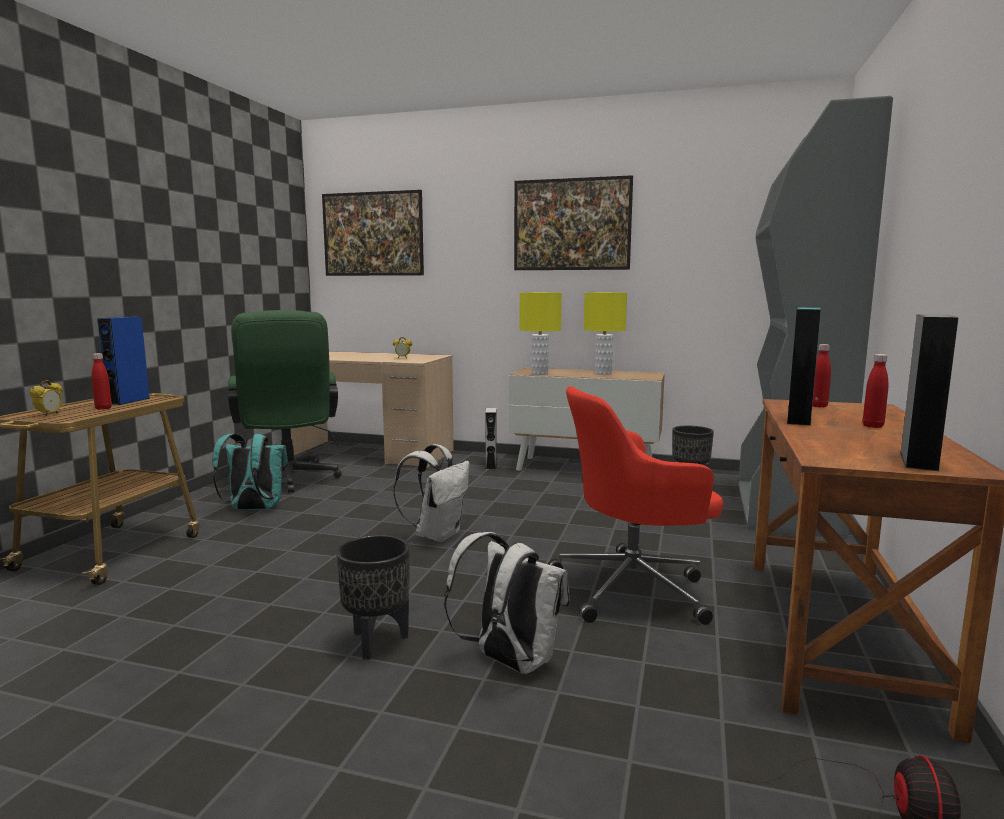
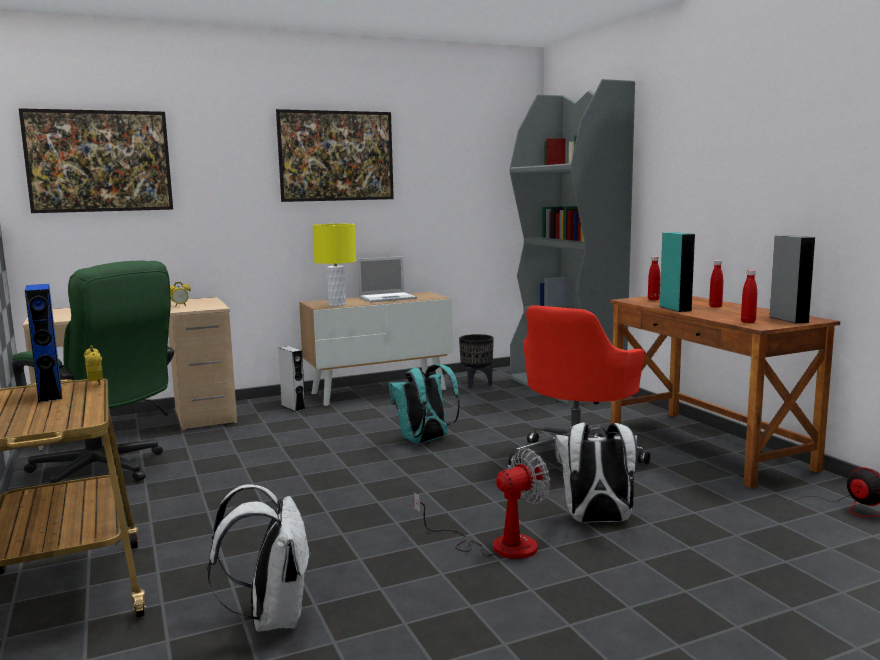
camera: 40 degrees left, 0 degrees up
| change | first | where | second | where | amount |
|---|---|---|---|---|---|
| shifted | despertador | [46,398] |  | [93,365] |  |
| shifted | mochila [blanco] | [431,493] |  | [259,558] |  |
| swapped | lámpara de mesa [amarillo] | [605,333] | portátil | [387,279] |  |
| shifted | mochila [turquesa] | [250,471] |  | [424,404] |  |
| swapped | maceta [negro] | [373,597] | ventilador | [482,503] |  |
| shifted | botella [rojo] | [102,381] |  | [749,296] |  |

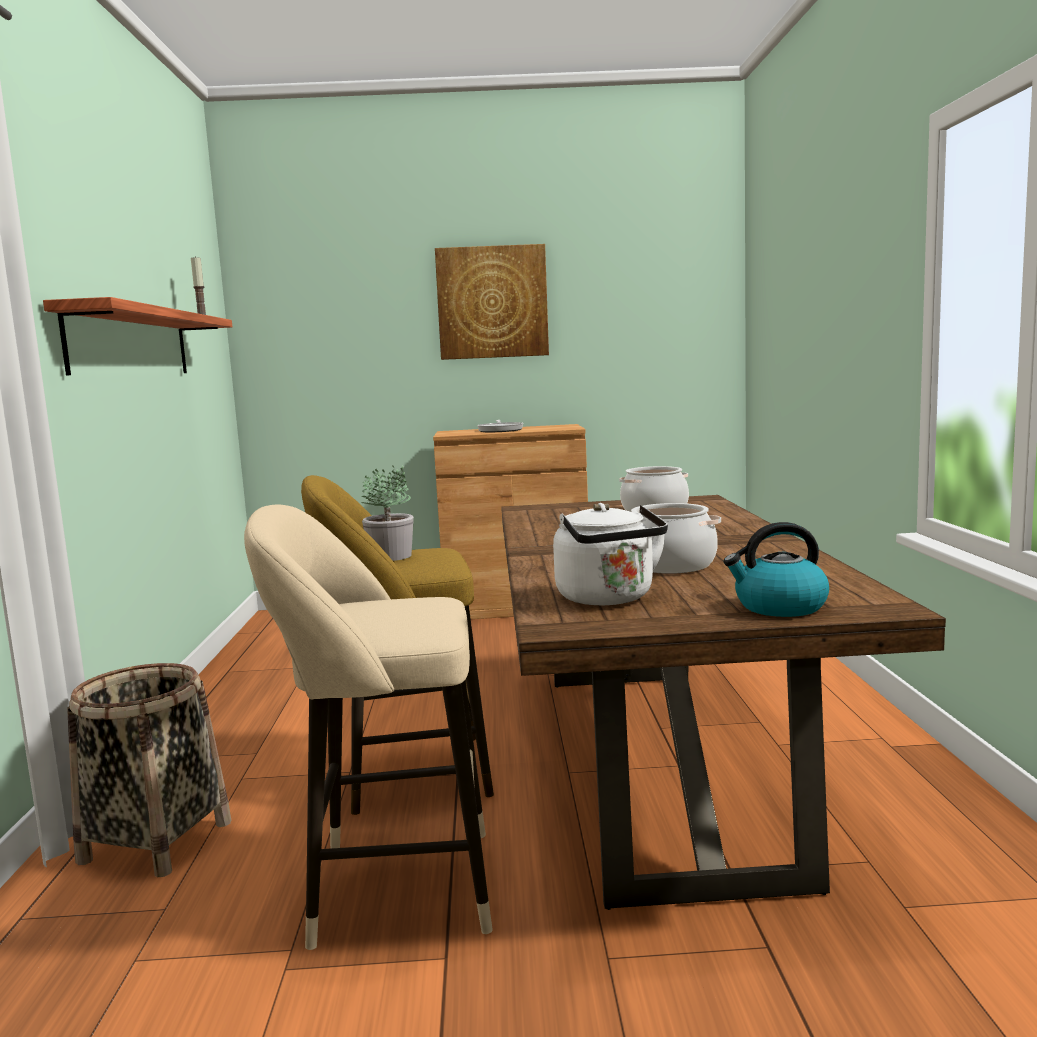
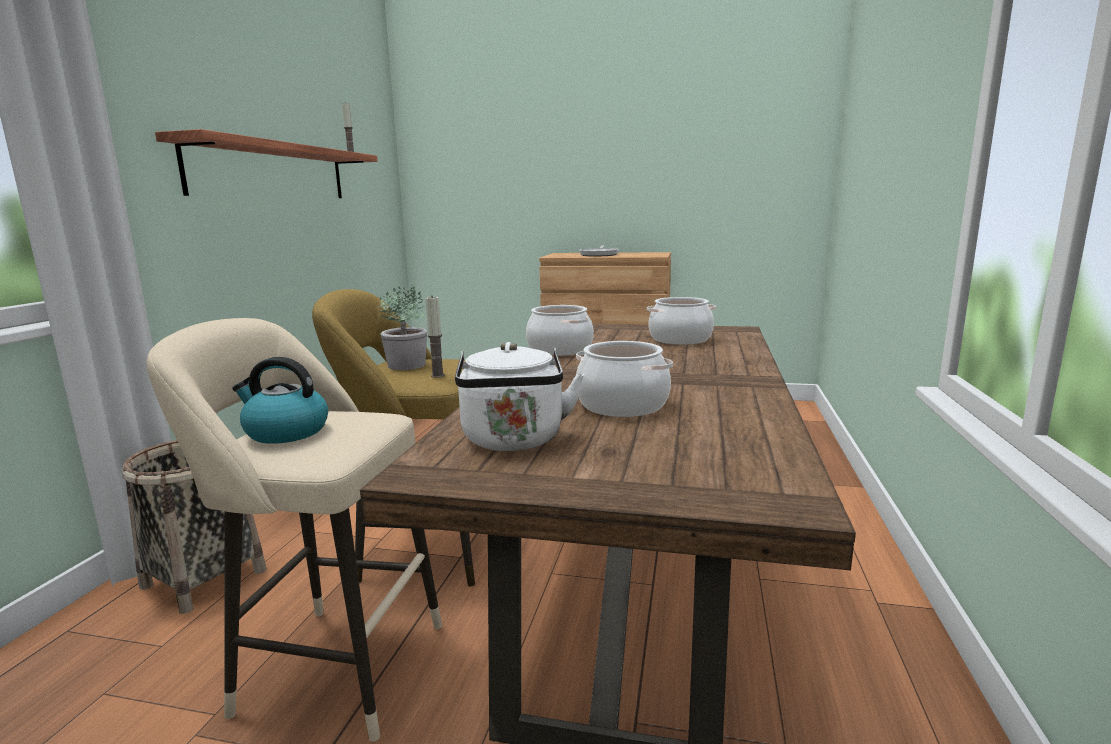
camera: 15 degrees right, 5 degrees up
| change | first | where | second | where | amount |
|---|---|---|---|---|---|
| shifted | hervidor | [776,569] |  | [280,400] |  |
| new |  |  | vela | [435,337] |  |
| new |  |  | olla | [560,330] |  |
| gone | cuadro | [492,302] |  |  |  |

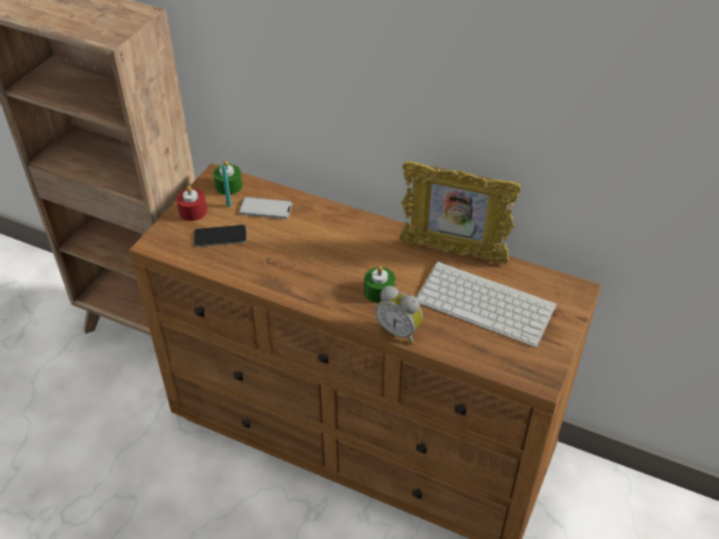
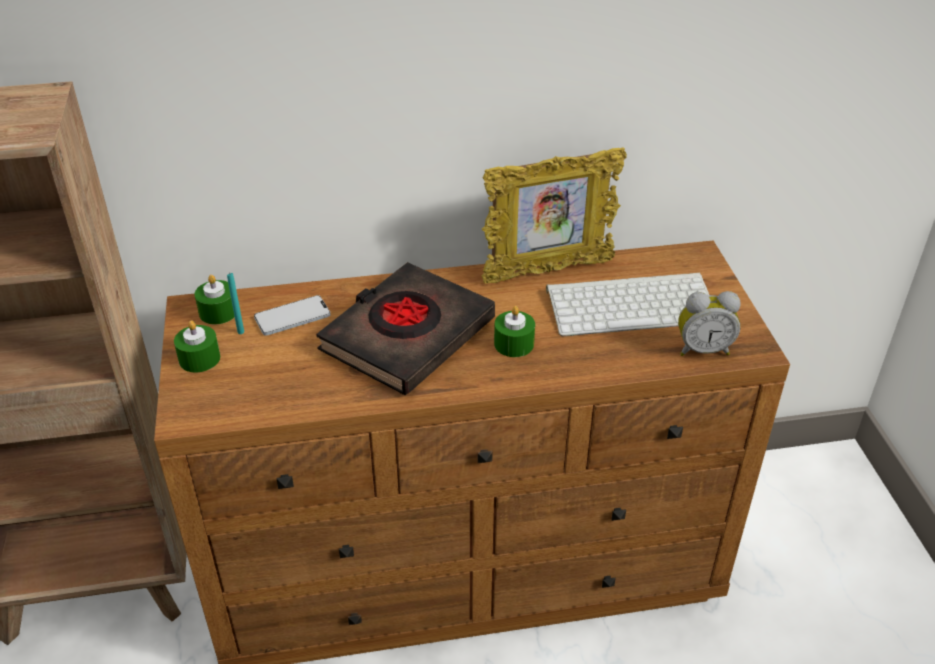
camera: 35 degrees left, 5 degrees down
| change | first | where | second | where | amount |
|---|---|---|---|---|---|
| repainted | vela [rojo] | [191,203] | vela [verde] | [197,346] |  |
| new |  |  | libro [negro] | [405,328] |  |
| shifted | despertador | [399,315] |  | [709,323] |  |
| gone | móvil | [220,236] |  |  |  |

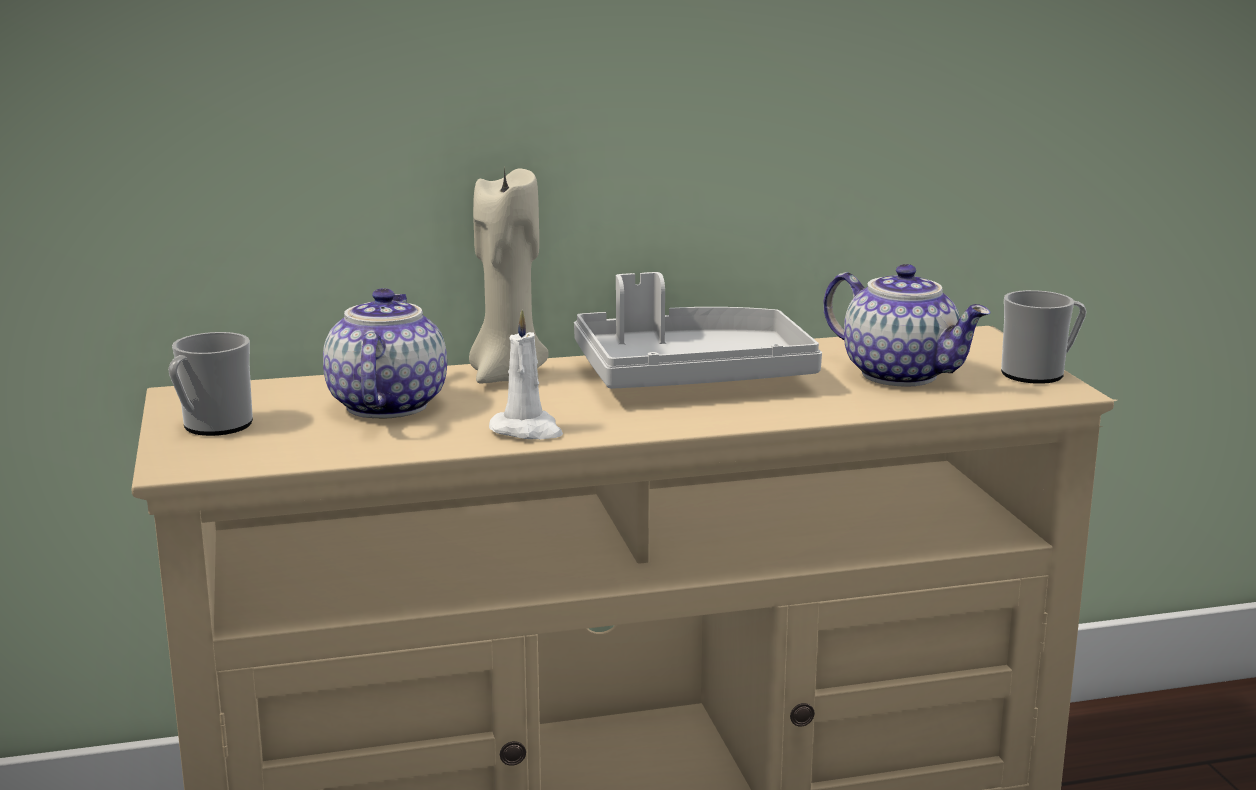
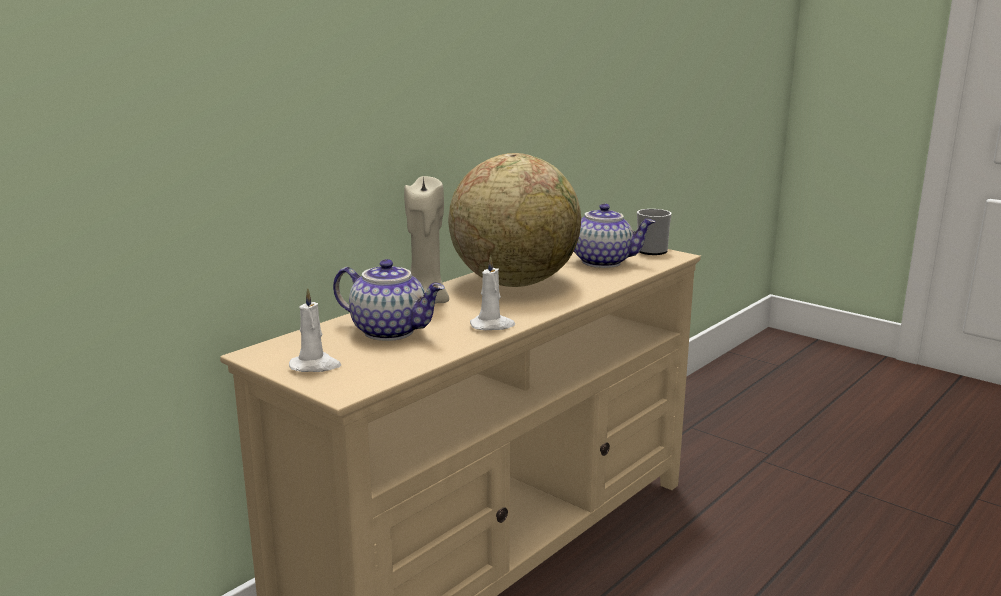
camera: 35 degrees left, 0 degrees up
| change | first | where | second | where | amount |
|---|---|---|---|---|---|
| swapped | taza grande | [210,384] | vela [blanco] | [315,330] |  |
| rotated | tetera | [385,353] |  | [388,300] | 150 degrees clockwise |
| swapped | bandeja [gris] | [698,330] | globo terráqueo | [514,220] |  |

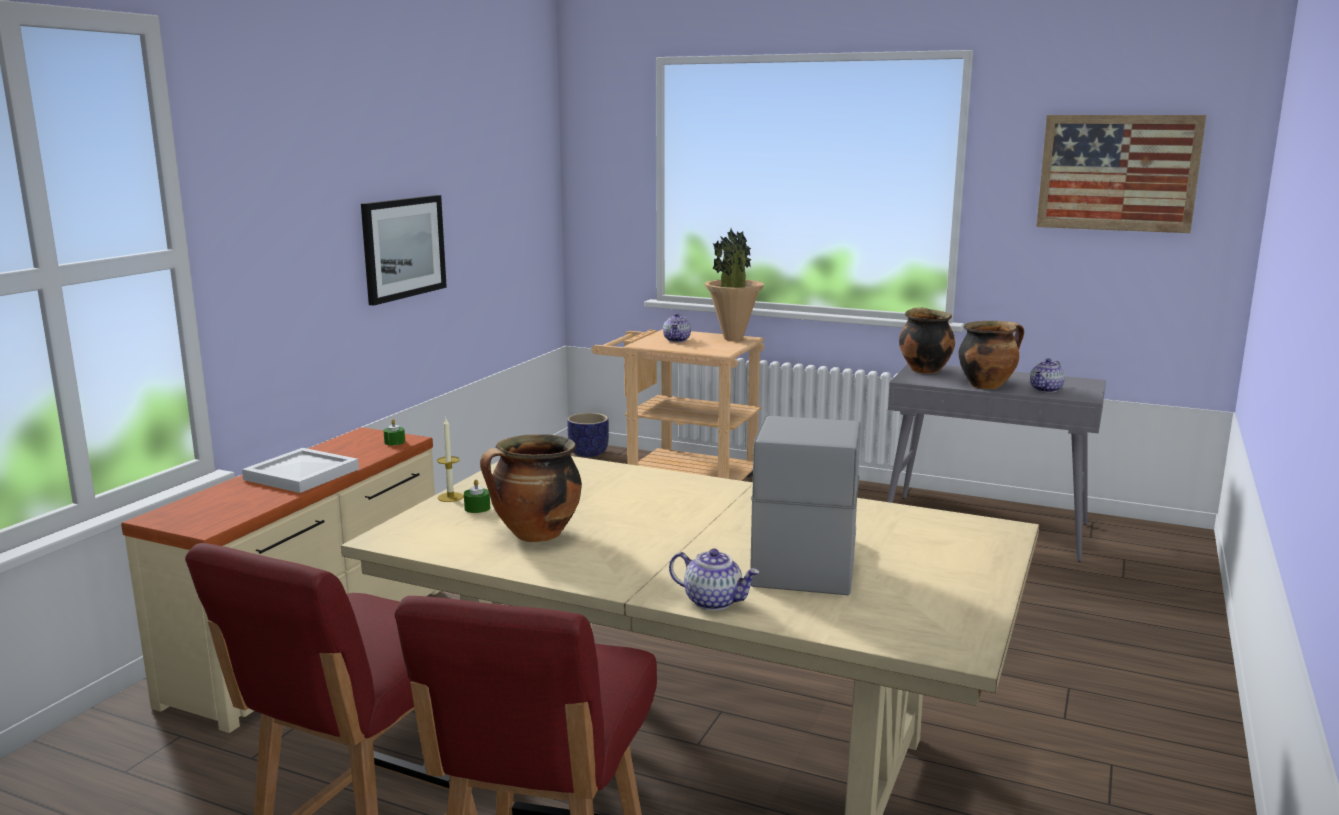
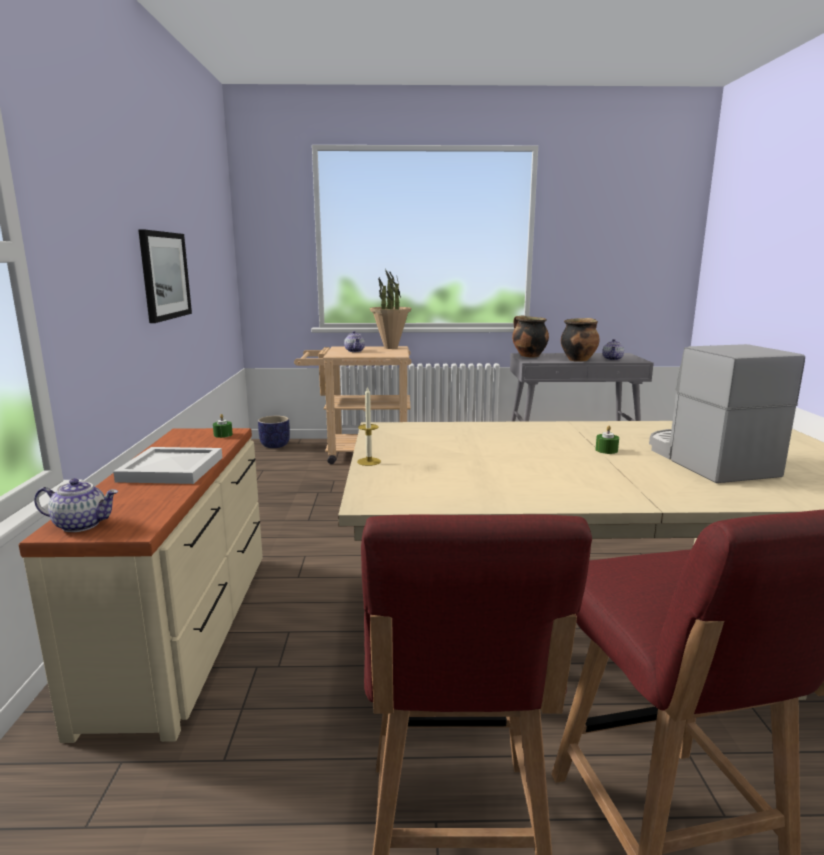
camera: 25 degrees left, 0 degrees up
| change | first | where | second | where | amount |
|---|---|---|---|---|---|
| shifted | tetera | [714,580] |  | [76,505] |  |
| shifted | vela [verde] | [477,496] |  | [607,440] |  |
| gone | olla | [531,488] |  |  |  |
| gone | cuadro | [1121,174] |  |  |  |

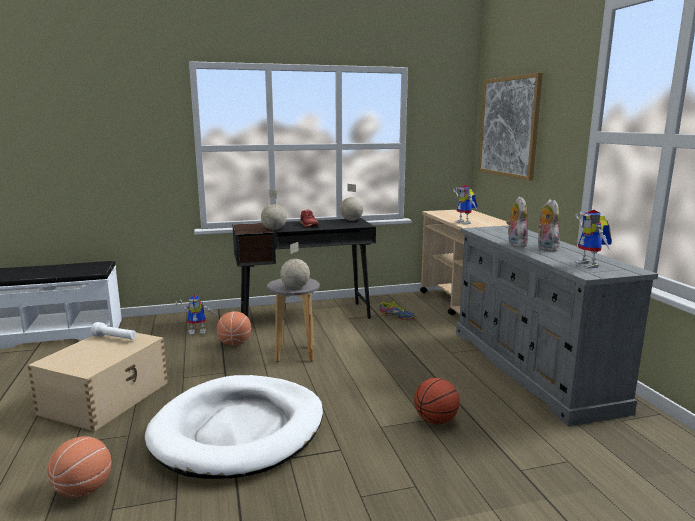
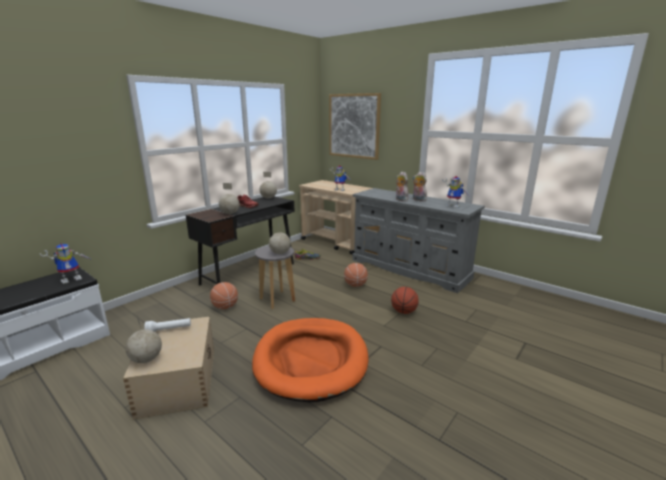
camera: 35 degrees left, 5 degrees up
| change | first | where | second | where | amount |
|---|---|---|---|---|---|
| shifted | robot de juguete | [196,315] |  | [66,264] |  |
| new |  |  | globo terráqueo | [143,339] |  |
| repainted | cama para perro [blanco] | [234,427] | cama para perro [naranja] | [310,360] |  |
| shifted | balón de baloncesto | [79,467] |  | [356,275] |  |

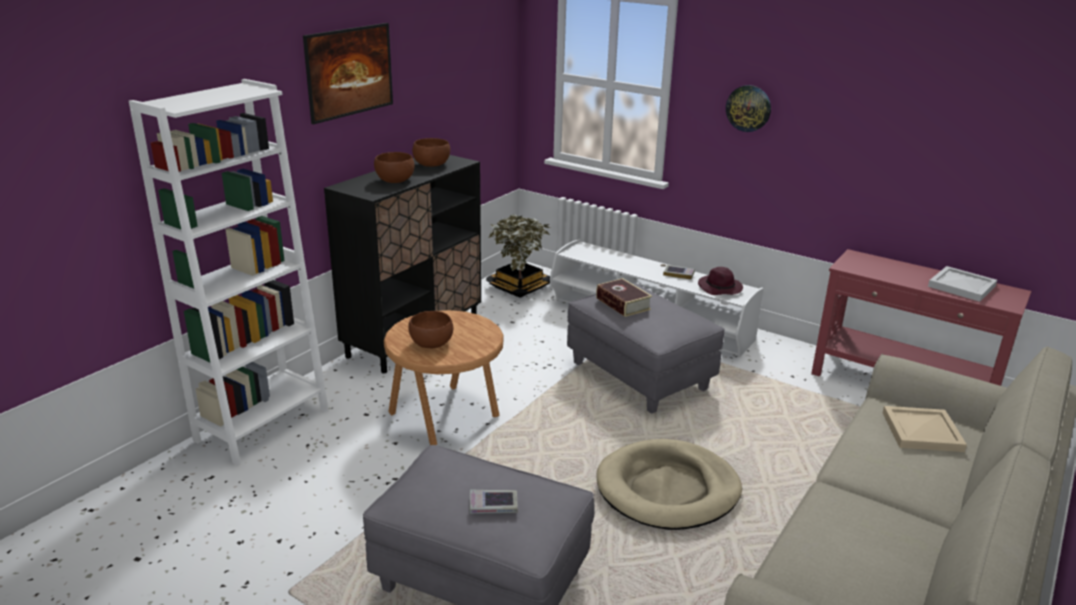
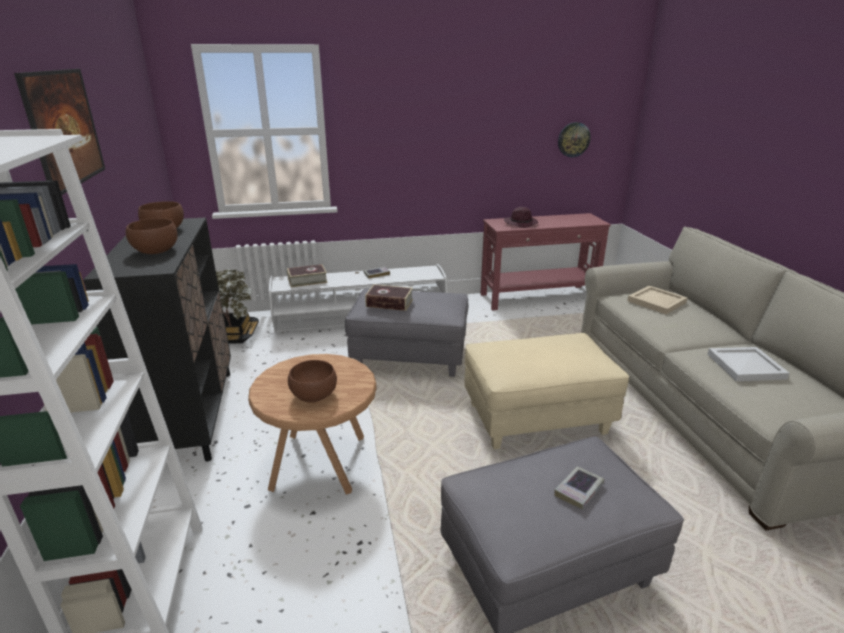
camera: 45 degrees left, 0 degrees up
| change | first | where | second | where | amount |
|---|---|---|---|---|---|
| new |  |  | libro | [307,275] |  |
| swapped | cama para perro [beis] | [669,484] | puf [beis] | [547,391] |  |
| shifted | sombrero [morado] | [720,281] |  | [521,217] |  |
| shifted | reloj de pared | [748,108] |  | [574,139] |  |
| shifted | bandeja [blanco] | [962,284] |  | [748,364] |  |

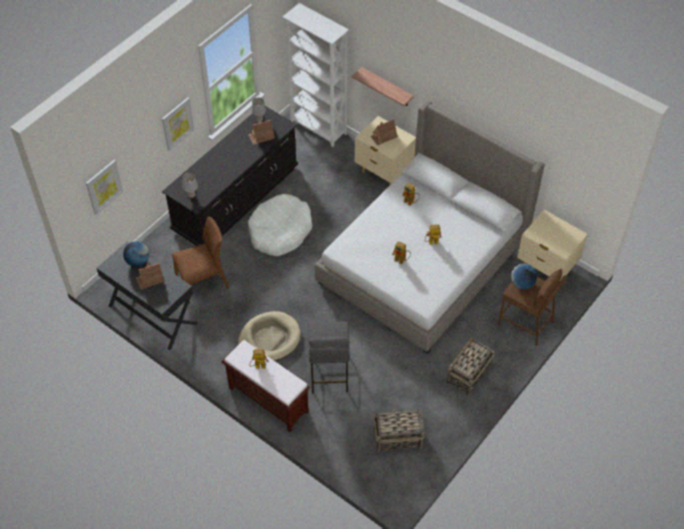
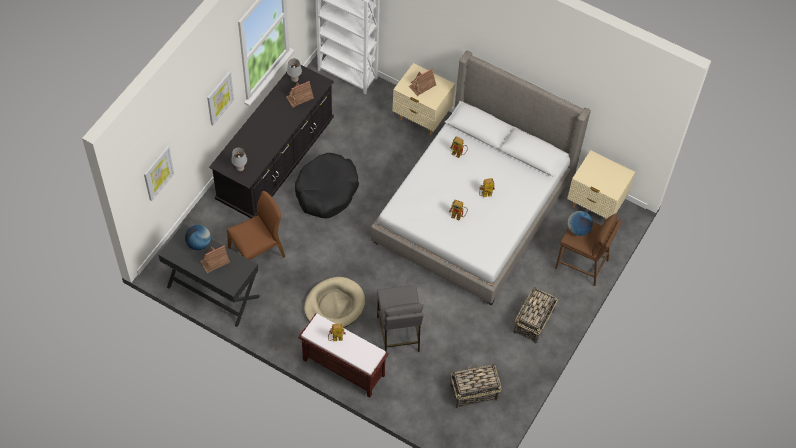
camera: 10 degrees left, 5 degrees up
| change | first | where | second | where | amount |
|---|---|---|---|---|---|
| repainted | cama para perro [blanco] | [280,225] | cama para perro [negro] | [327,186] |  |
| gone | estante | [383,86] |  |  |  |

